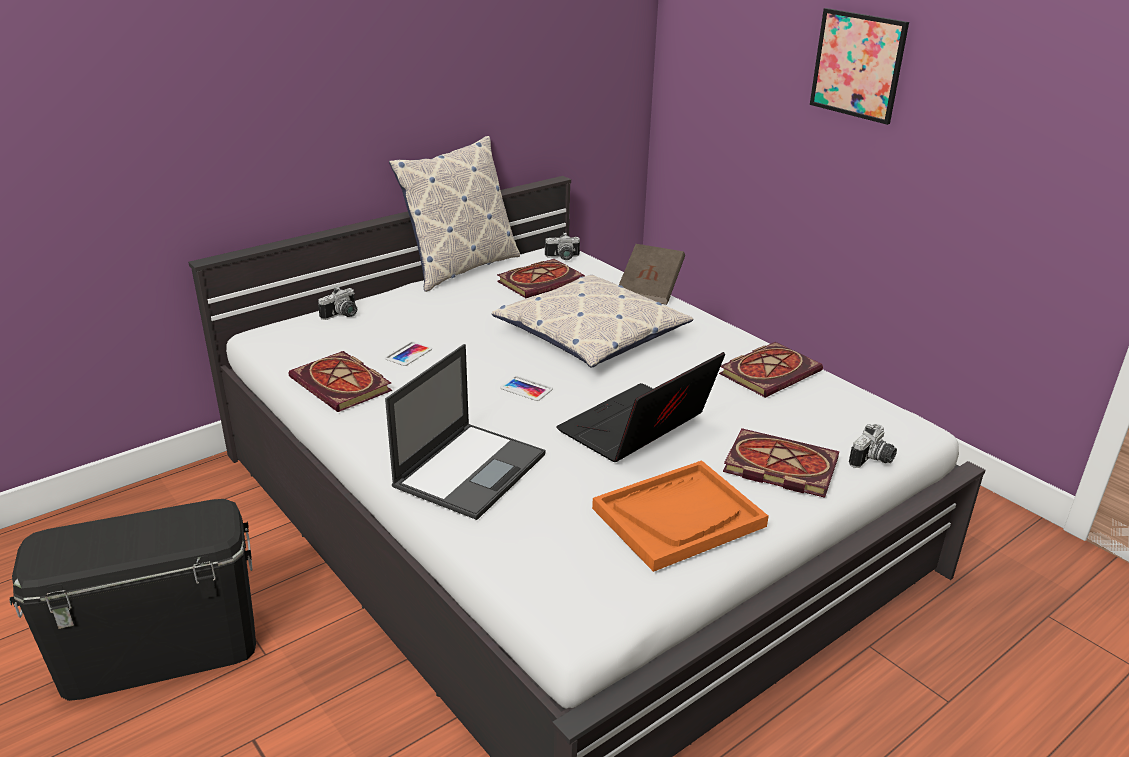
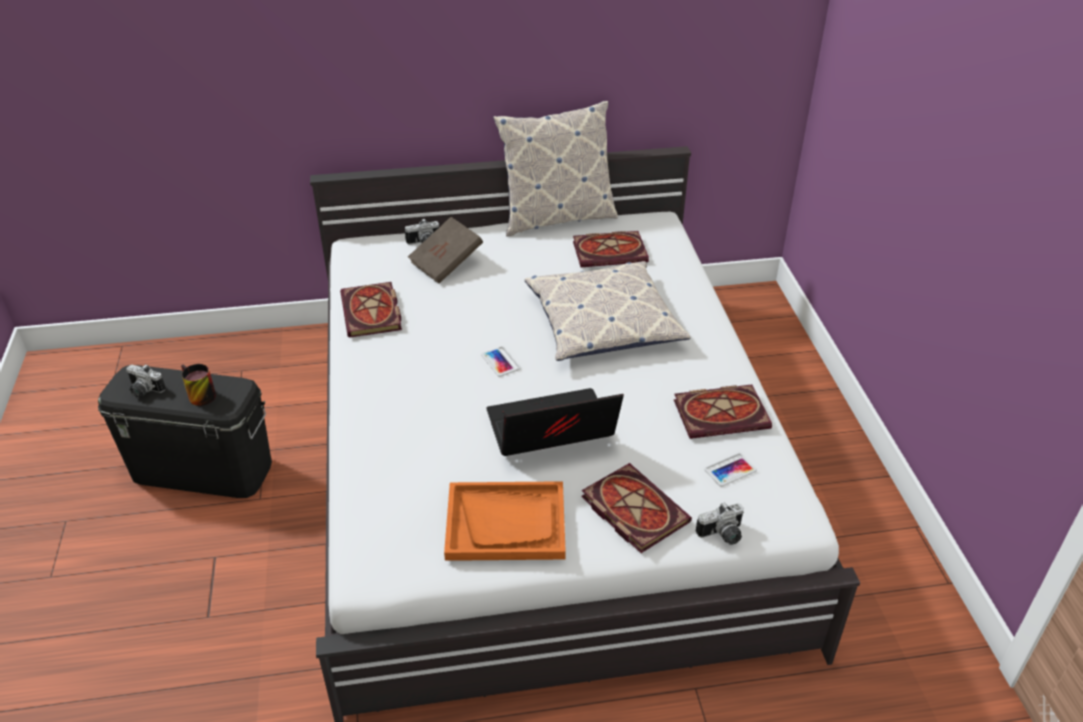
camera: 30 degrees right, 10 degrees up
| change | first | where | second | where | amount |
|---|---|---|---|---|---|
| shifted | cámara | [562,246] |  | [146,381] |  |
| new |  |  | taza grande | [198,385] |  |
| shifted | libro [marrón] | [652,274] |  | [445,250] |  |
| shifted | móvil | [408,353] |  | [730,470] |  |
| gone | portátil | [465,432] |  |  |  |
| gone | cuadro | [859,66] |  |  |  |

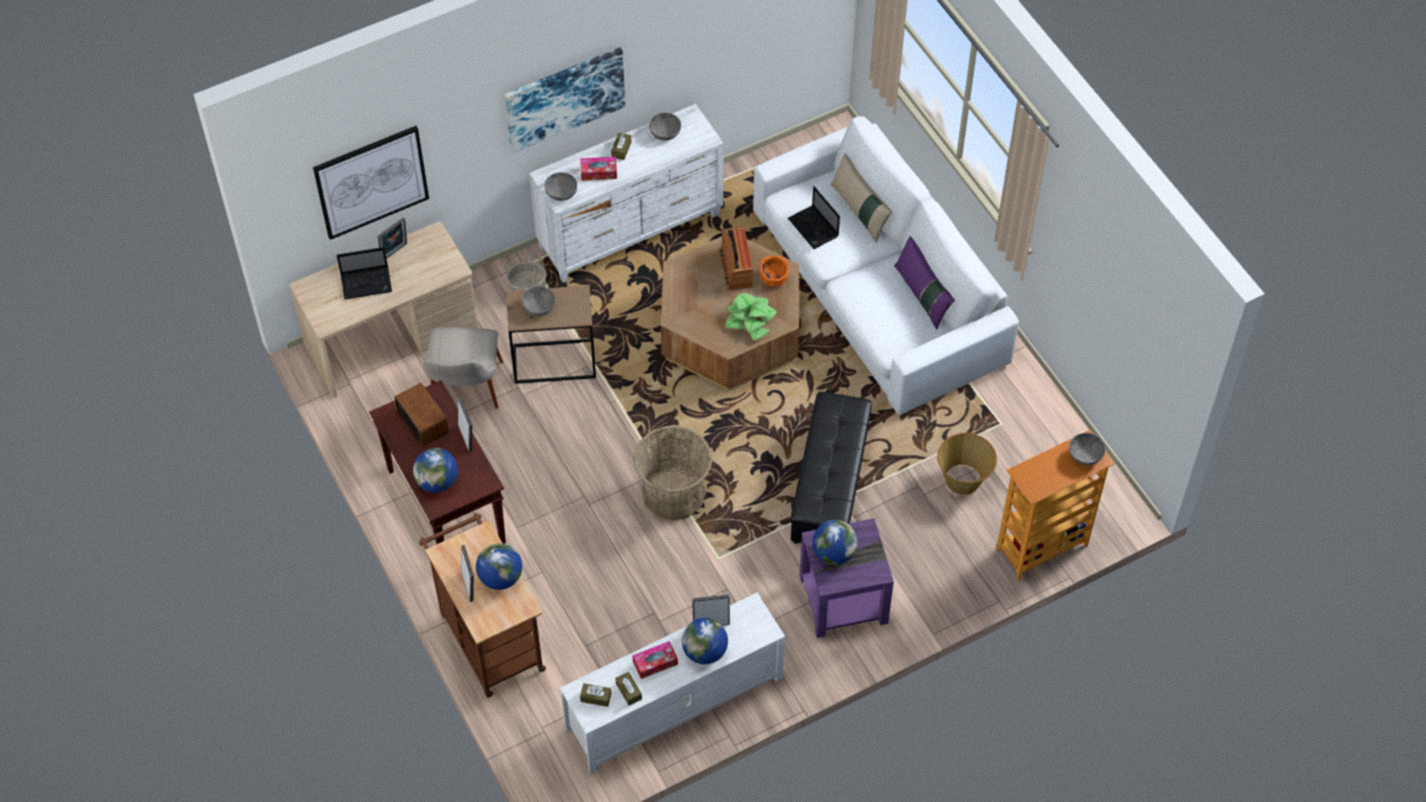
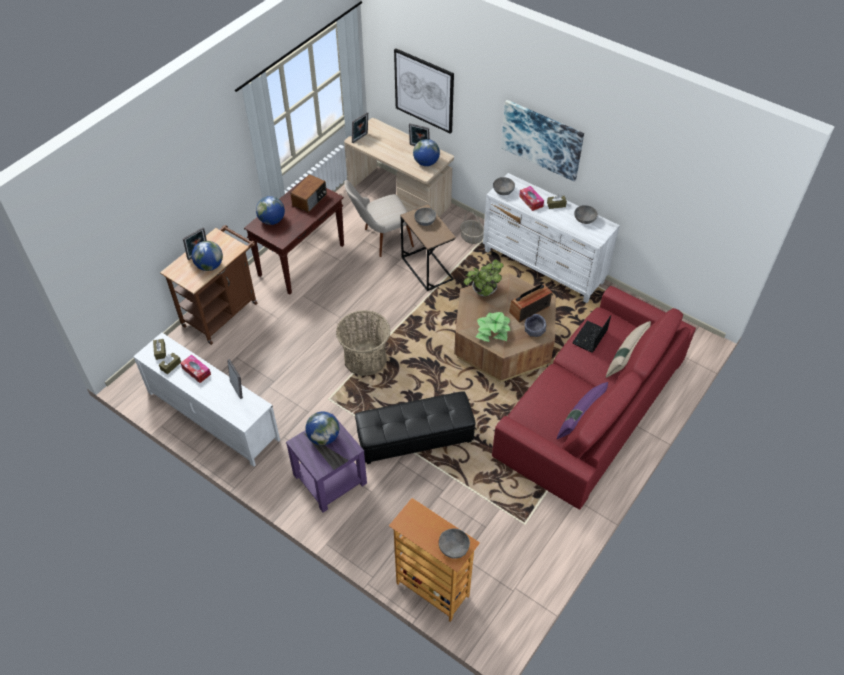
camera: 65 degrees right, 5 degrees down
| change | first | where | second | where | amount |
|---|---|---|---|---|---|
| shifted | portarretratos | [465,424] |  | [360,127] |  |
| shifted | globo terráqueo | [705,641] |  | [426,152] |  |
| new |  |  | planta en maceta | [484,278] |  |
| repainted | sofá [blanco] | [886,265] | sofá [rojo] | [594,398] |  |
| repainted | cuenco [naranja] | [774,271] | cuenco [gris] | [535,325] |  |
| gone | portátil | [364,273] |  |  |  |
| gone | cesta | [967,464] |  |  |  |

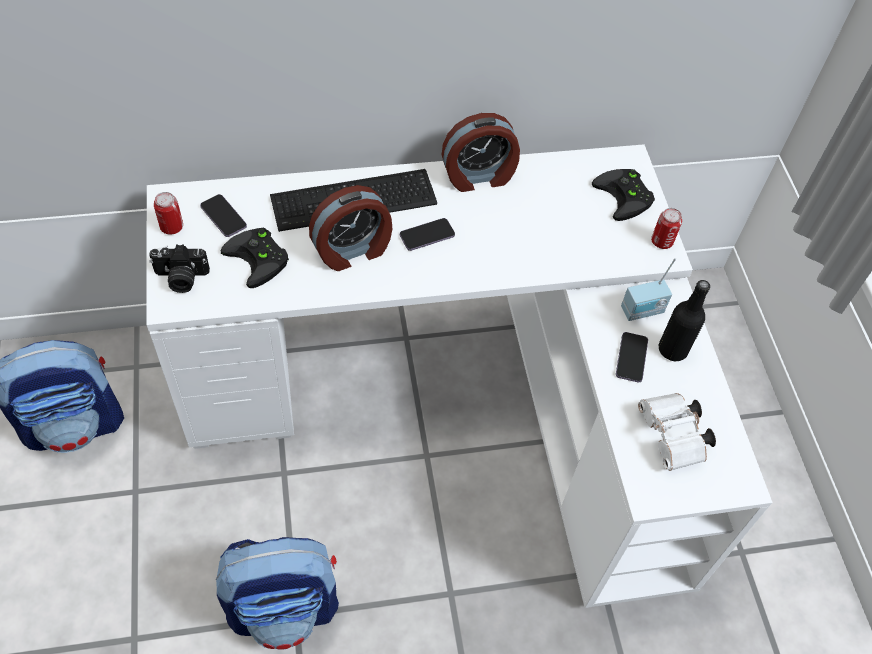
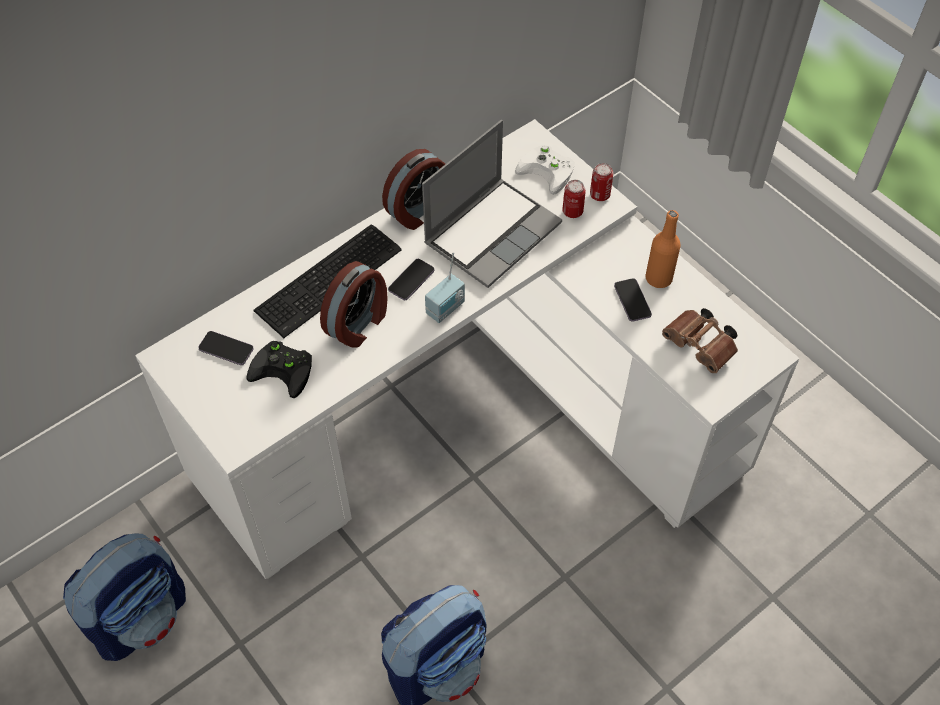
camera: 25 degrees left, 0 degrees up
| change | first | where | second | where | amount |
|---|---|---|---|---|---|
| new |  |  | portátil | [492,204] |  |
| shifted | radio | [648,289] |  | [445,287] |  |
| repainted | mando de consola [negro] | [623,195] | mando de consola [blanco] | [545,170] |  |
| shifted | lata | [168,213] |  | [574,199] |  |
| repainted | botella [negro] | [684,320] | botella [naranja] | [663,249] |  |
| repainted | prismáticos [blanco] | [677,432] | prismáticos [marrón] | [700,340] |  |
| gone | cámara | [179,268] |  |  |  |

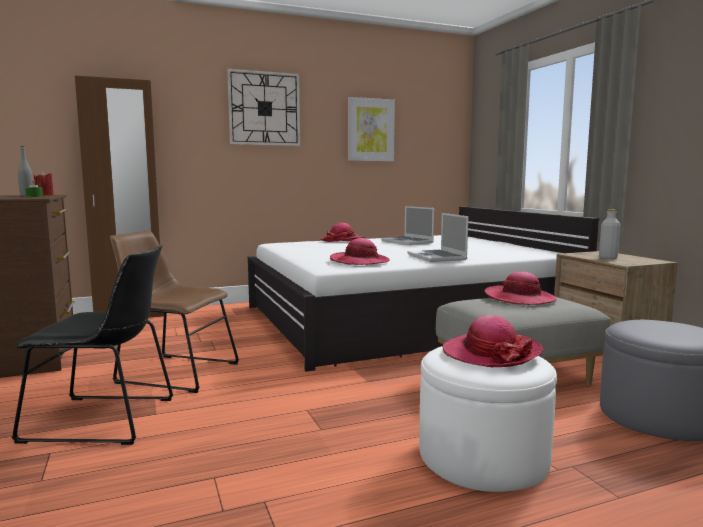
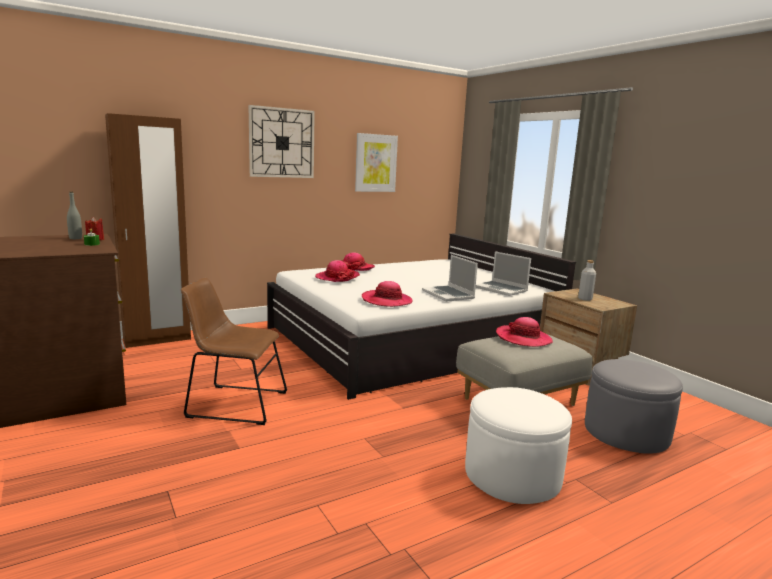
camera: 10 degrees left, 5 degrees up
| change | first | where | second | where | amount |
|---|---|---|---|---|---|
| shifted | sombrero | [493,341] |  | [337,271] |  |
| shifted | portátil | [407,225] |  | [503,273] |  |
| gone | silla [negro] | [92,344] |  |  |  |

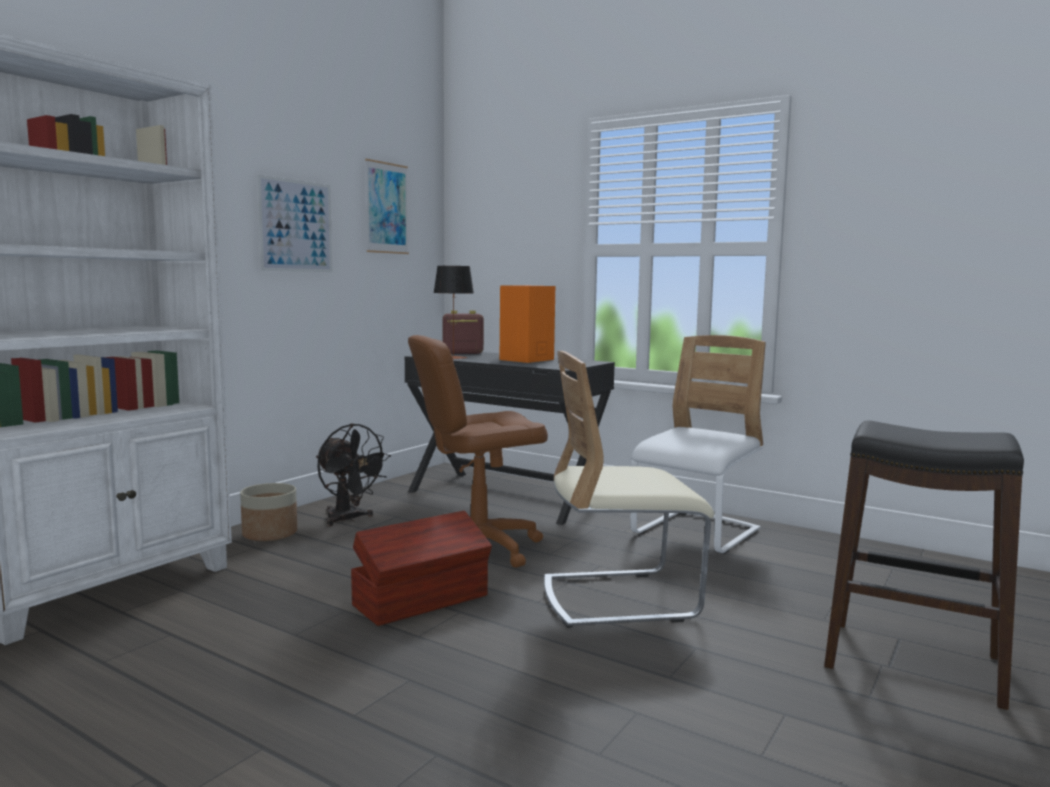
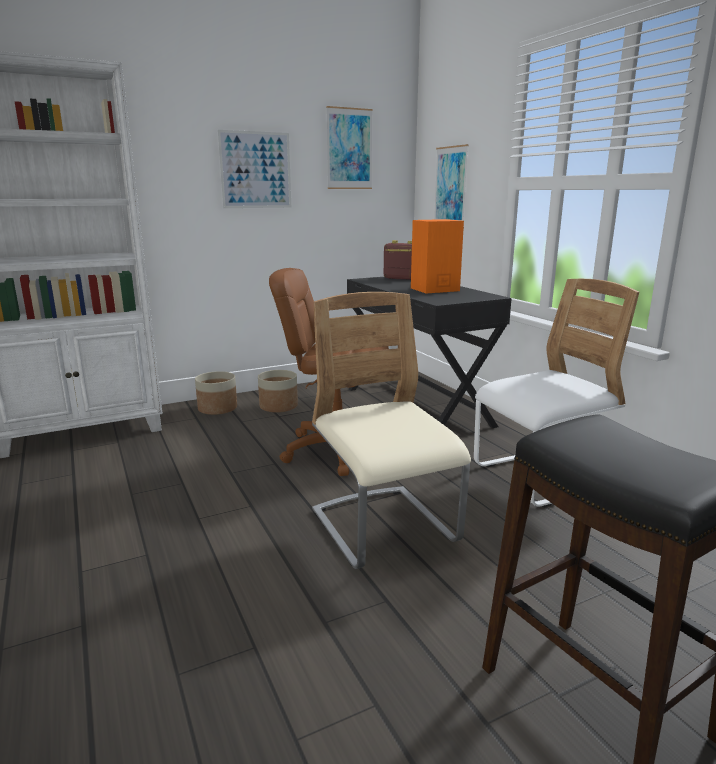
camera: 30 degrees right, 10 degrees up
| change | first | where | second | where | amount |
|---|---|---|---|---|---|
| swapped | ventilador [negro] | [353,474] | maceta | [278,391] |  |
| rotated | silla [beis] | [629,489] |  | [391,430] | 45 degrees clockwise |
| new |  |  | cuadro | [451,182] |  |
| gone | caja de almacenaje [marrón] | [421,568] |  |  |  |
| gone | lámpara de mesa | [453,312] |  |  |  |

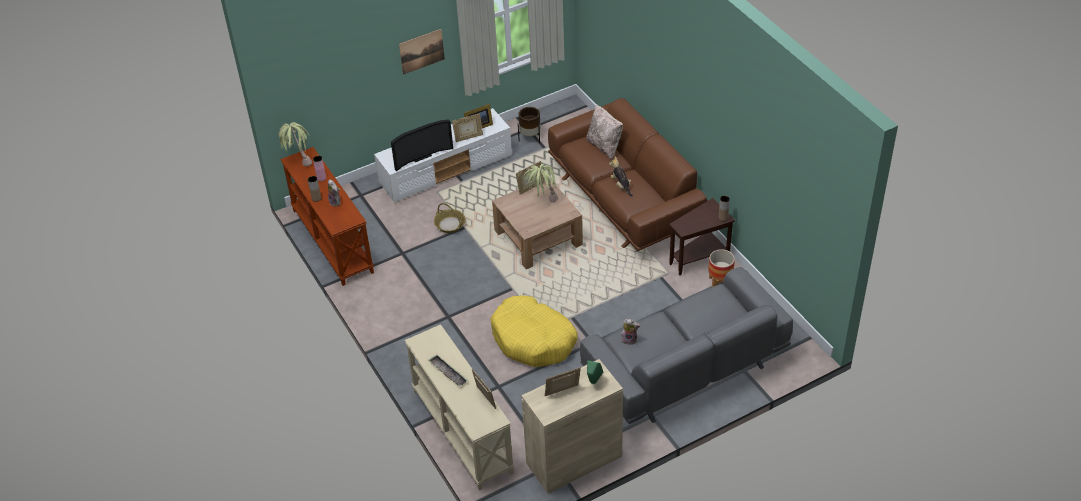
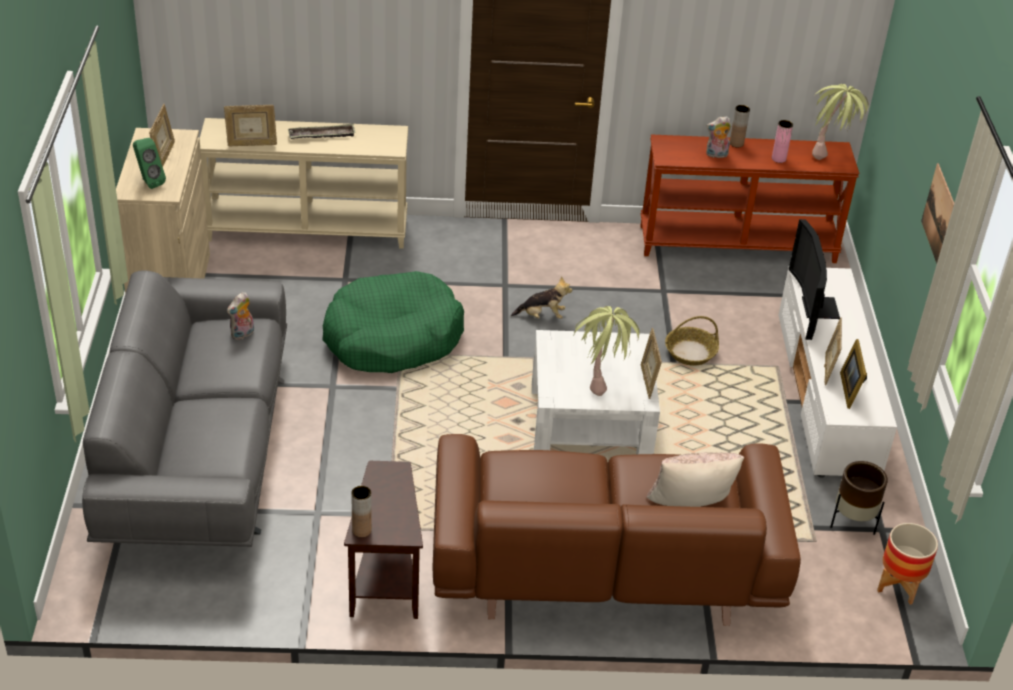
camera: 115 degrees right, 5 degrees down
| change | first | where | second | where | amount |
|---|---|---|---|---|---|
| repainted | cama para perro [amarillo] | [534,331] | cama para perro [verde] | [393,322] |  |
| shifted | peluche | [621,177] |  | [541,297] |  |
| repainted | mesa de centro [marrón] | [537,223] | mesa de centro [blanco] | [596,392] |  |
| shifted | maceta | [721,268] |  | [907,564] |  |

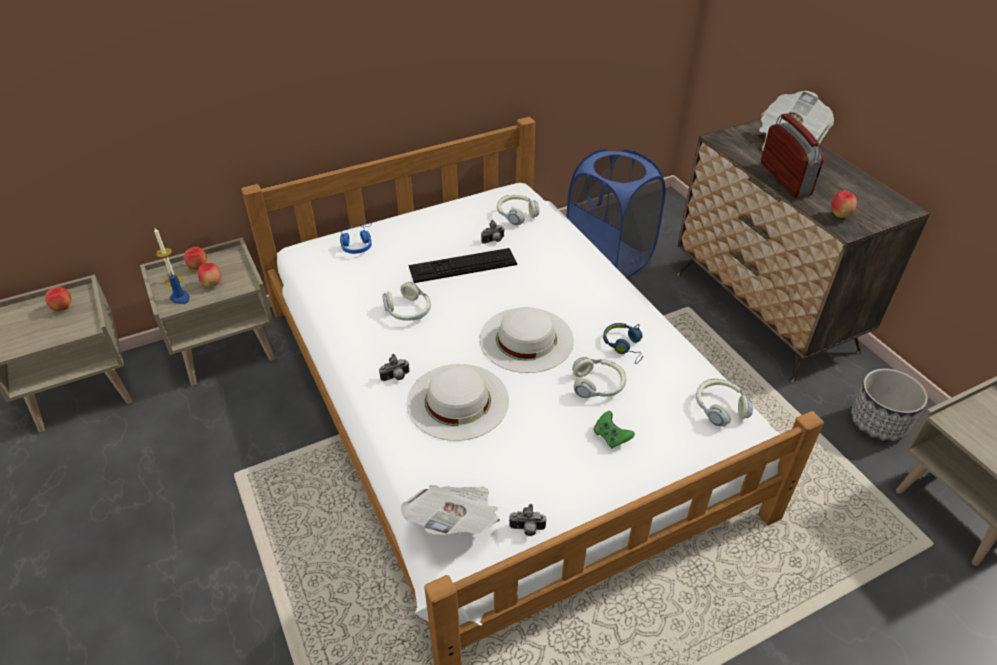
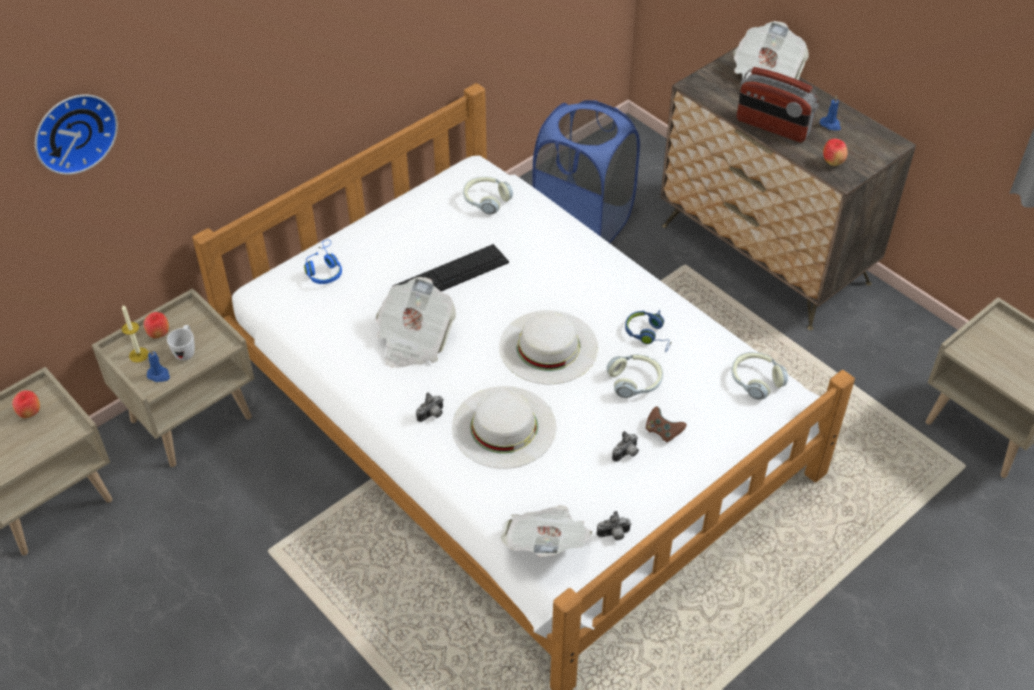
camera: 15 degrees left, 5 degrees up
| change | first | where | second | where | amount |
|---|---|---|---|---|---|
| new |  |  | reloj de pared | [76,134] |  |
| swapped | manzana | [209,274] | taza grande [blanco] | [181,343] |  |
| swapped | auriculares | [406,301] | periódico | [416,322] |  |
| shifted | cámara | [493,232] |  | [625,446] |  |
| repainted | mando de consola [verde] | [614,429] | mando de consola [marrón] | [666,424] |  |
| rotated | radio | [792,155] |  | [777,105] | 150 degrees clockwise |
| new |  |  | vela [azul] | [830,113] |  |
| gone | maceta | [889,405] |  |  |  |

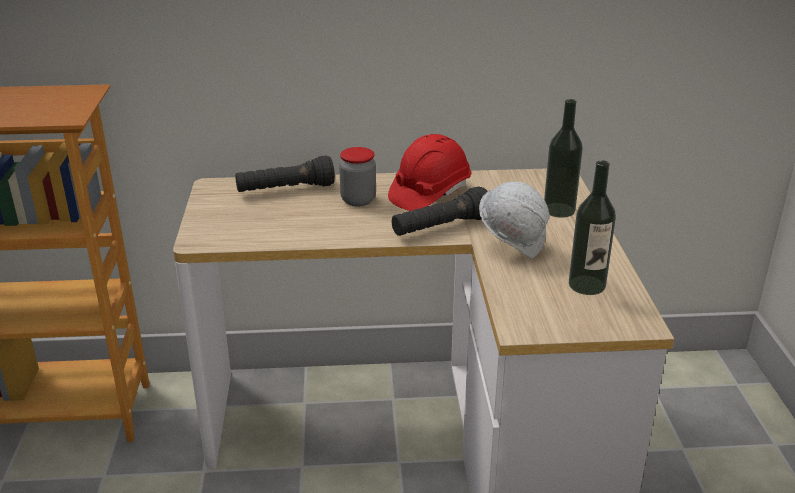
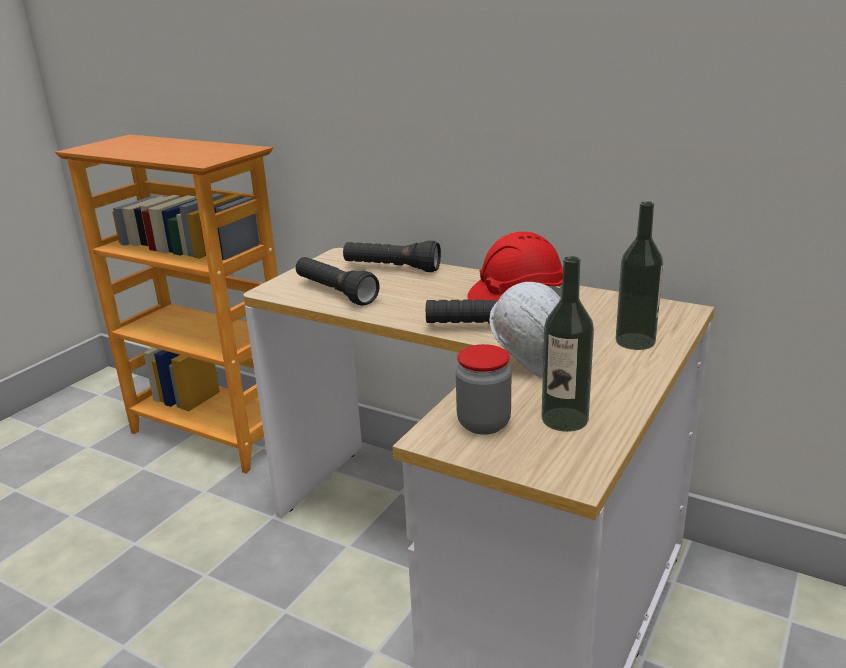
camera: 35 degrees right, 5 degrees down
| change | first | where | second | where | amount |
|---|---|---|---|---|---|
| new |  |  | linterna [negro] | [338,281] |  |
| shifted | tarro | [357,176] |  | [483,389] |  |

